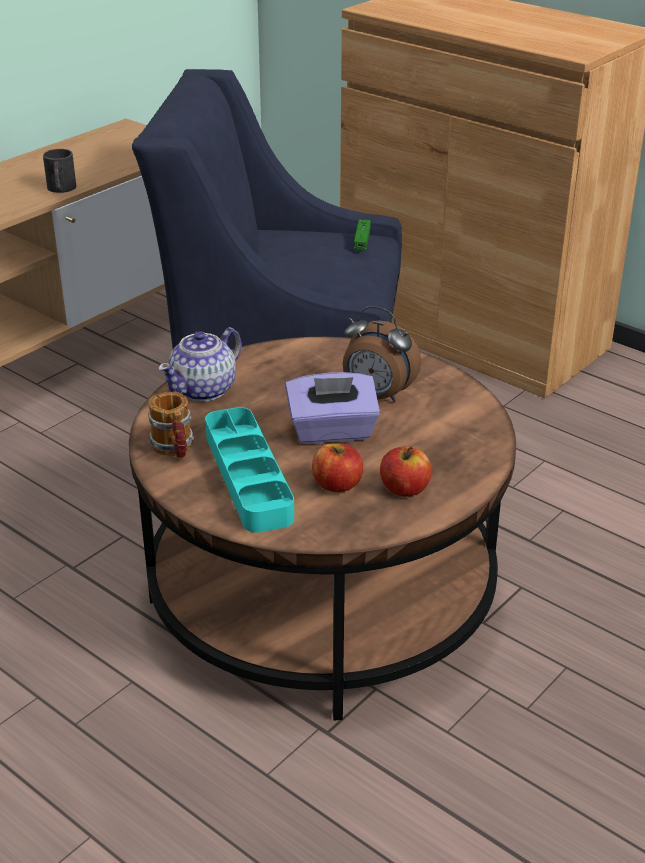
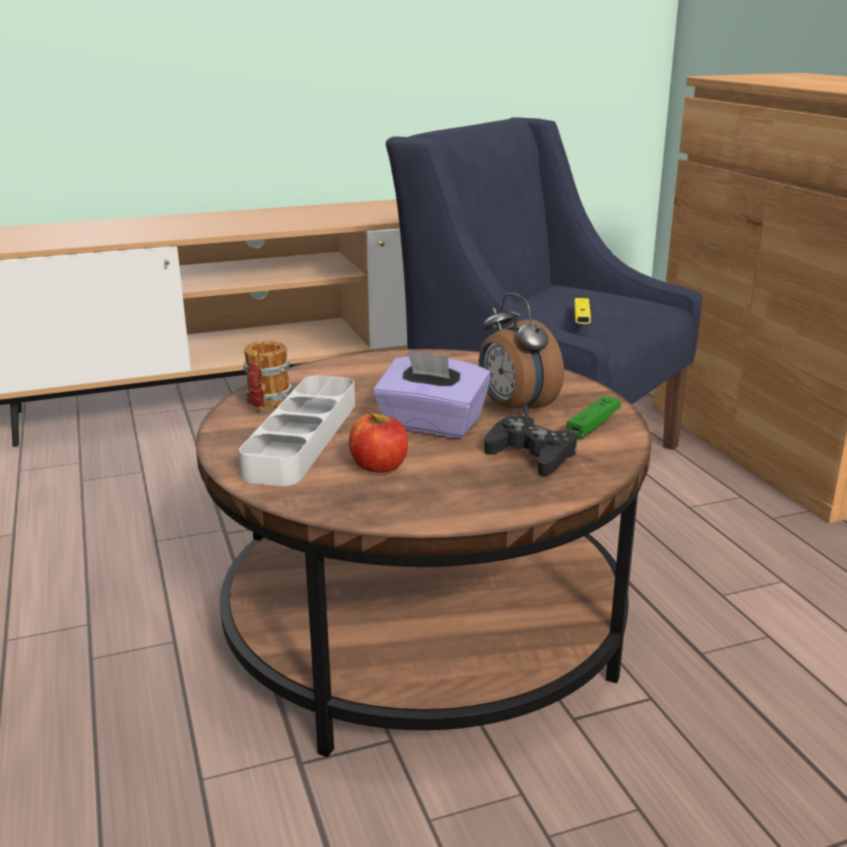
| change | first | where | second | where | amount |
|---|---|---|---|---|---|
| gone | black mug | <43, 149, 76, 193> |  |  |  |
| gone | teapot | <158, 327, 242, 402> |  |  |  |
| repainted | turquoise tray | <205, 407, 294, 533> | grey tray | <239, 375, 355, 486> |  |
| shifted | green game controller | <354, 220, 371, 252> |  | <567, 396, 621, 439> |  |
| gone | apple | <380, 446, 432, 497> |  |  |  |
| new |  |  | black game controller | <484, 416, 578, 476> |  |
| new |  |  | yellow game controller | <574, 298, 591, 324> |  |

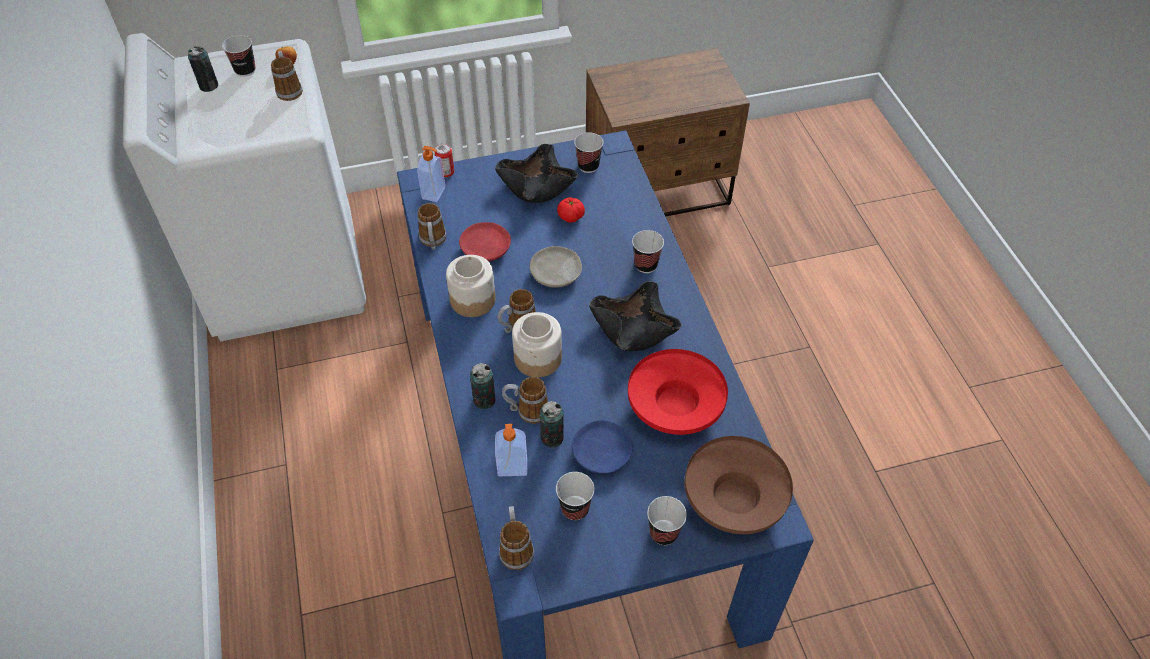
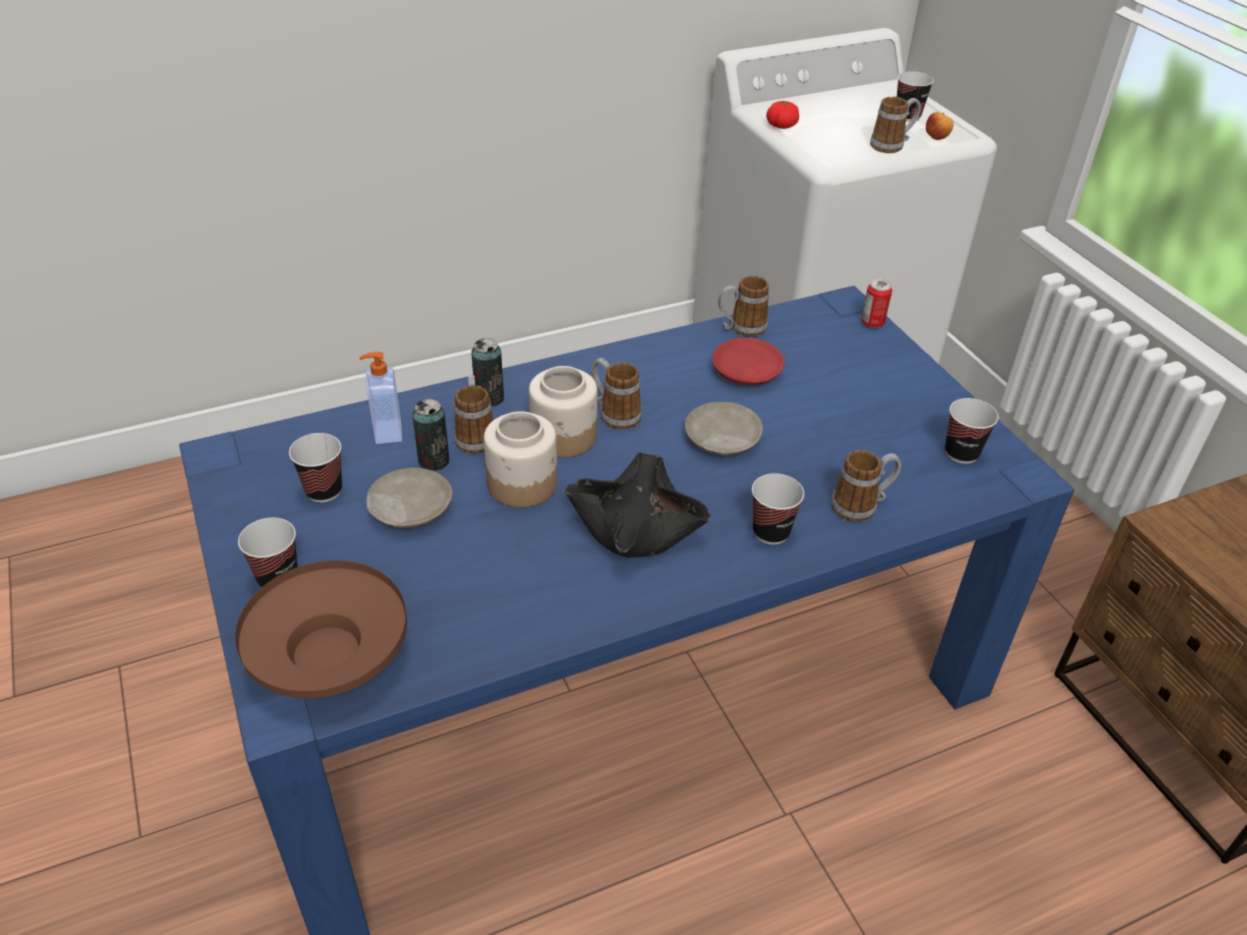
| change | first | where | second | where | amount |
|---|---|---|---|---|---|
| gone | can | <188, 46, 218, 92> |  |  |  |
| gone | soap dispenser | <417, 146, 445, 202> |  |  |  |
| shifted | jar | <446, 255, 496, 317> |  | <484, 411, 557, 508> |  |
| gone | black bowl | <495, 144, 578, 203> |  |  |  |
| shifted | mug | <499, 506, 534, 570> |  | <831, 450, 901, 522> |  |
| shifted | tomato | <557, 197, 585, 223> |  | <766, 101, 799, 129> |  |
| repainted | blue plate | <572, 420, 632, 474> | beige plate | <367, 468, 452, 528> |  |
| gone | red bowl | <628, 349, 728, 435> |  |  |  |

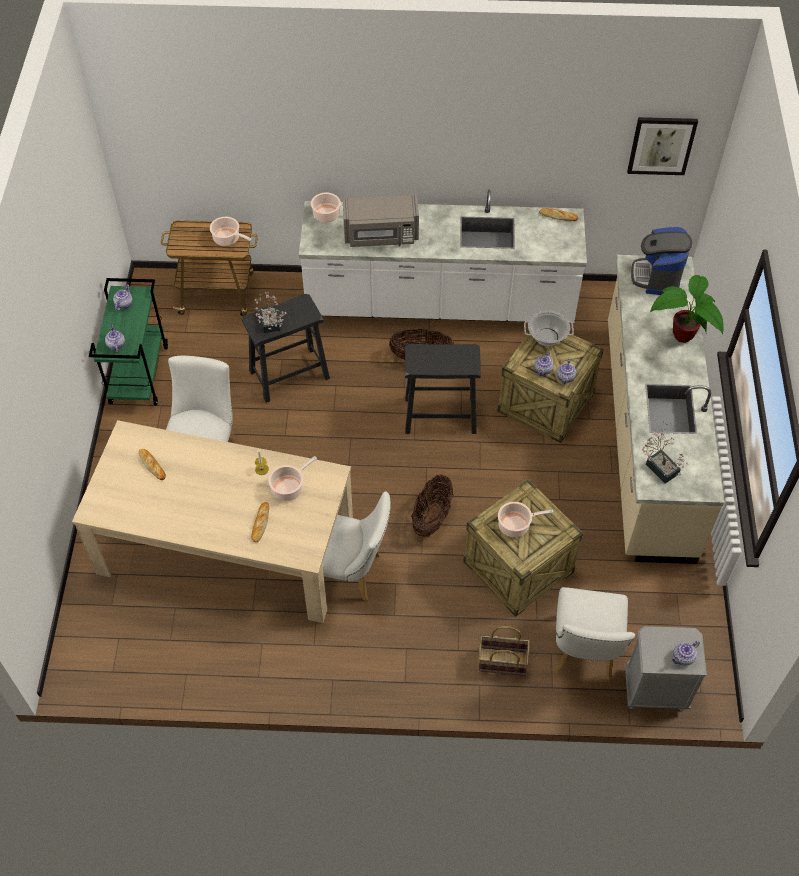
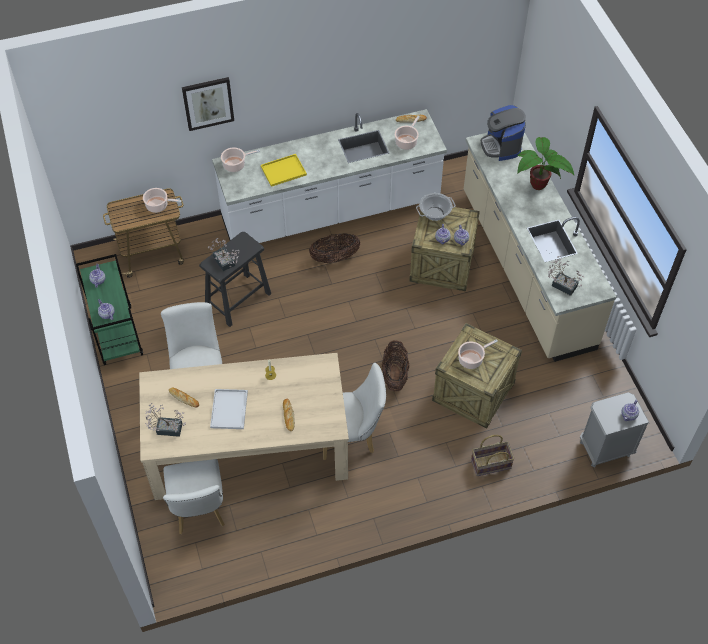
| change | first | where | second | where | amount |
|---|---|---|---|---|---|
| shifted | cooking pot | <268, 456, 317, 501> |  | <395, 116, 420, 150> |  |
| swapped | grey microwave | <343, 195, 419, 247> | yellow tray | <261, 154, 307, 187> |  |
| gone | black stool | <405, 344, 481, 434> |  |  |  |
| shifted | white chair | <554, 587, 635, 681> |  | <163, 459, 225, 534> |  |
| shifted | picture | <627, 117, 698, 175> |  | <182, 77, 234, 131> |  |
| new |  |  | potted plant | <145, 403, 186, 437> |  |
| new |  |  | white tray | <210, 389, 248, 429> |  |

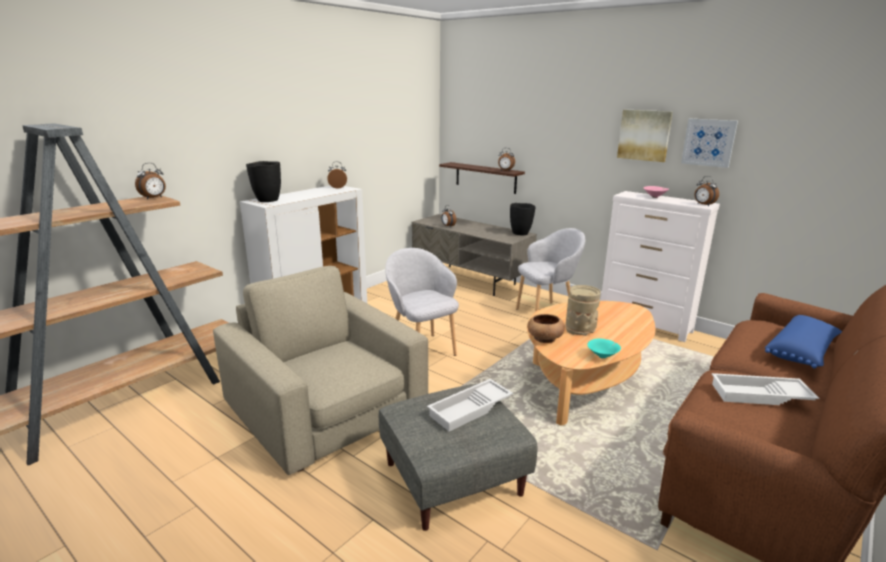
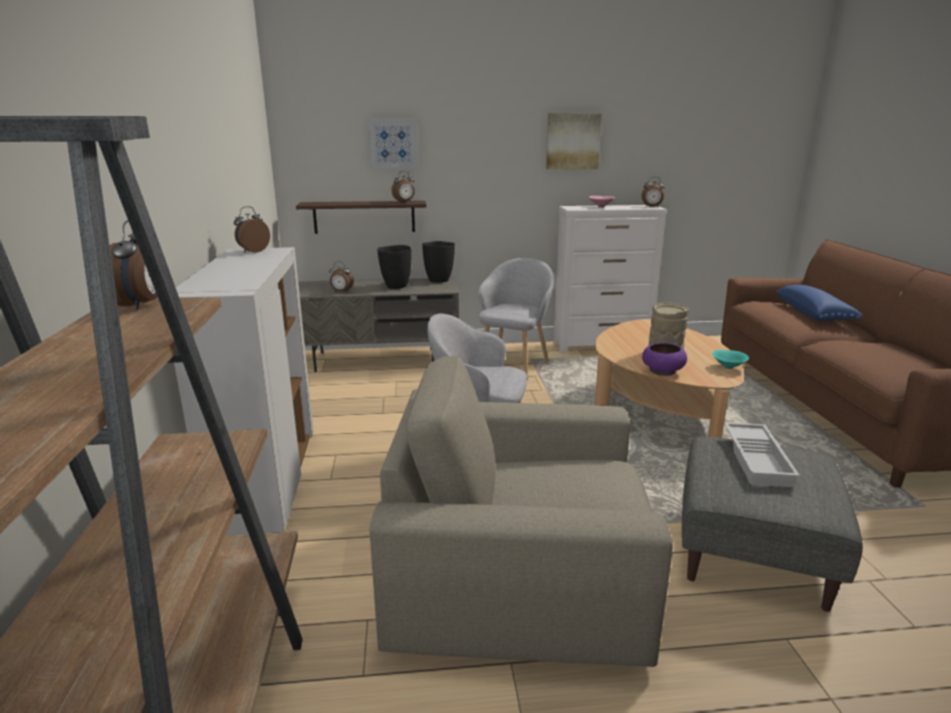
| change | first | where | second | where | amount |
|---|---|---|---|---|---|
| shifted | black vase | <246, 161, 281, 202> |  | <377, 245, 411, 289> |  |
| repainted | brown bowl | <527, 314, 565, 343> | purple bowl | <642, 343, 687, 376> |  |
| shifted | picture | <681, 118, 738, 168> |  | <368, 119, 418, 169> |  |
| gone | white tray | <712, 373, 819, 405> |  |  |  |

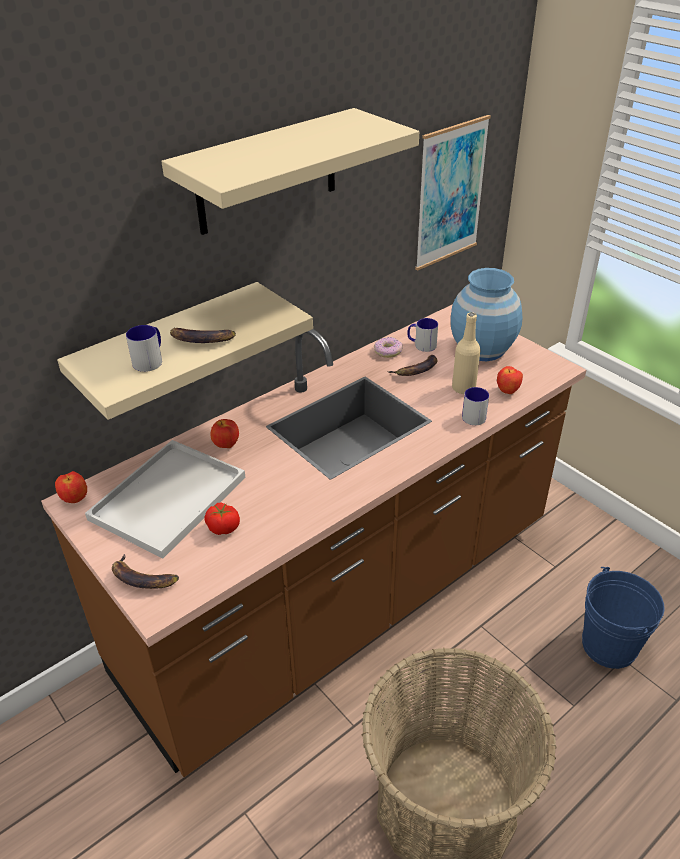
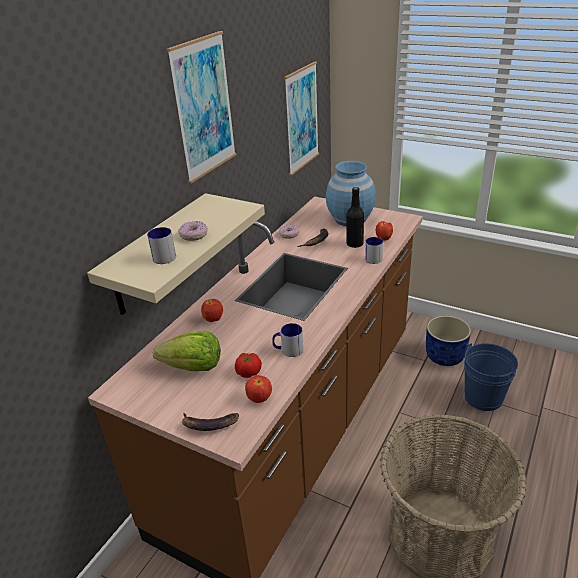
| change | first | where | second | where | amount |
|---|---|---|---|---|---|
| shifted | apple | <55, 471, 87, 503> |  | <245, 375, 272, 403> |  |
| swapped | white tray | <85, 440, 246, 559> | lettuce | <153, 331, 221, 371> |  |
| swapped | beige shelf | <161, 108, 419, 235> | picture | <167, 31, 236, 183> |  |
| swapped | banana | <170, 328, 236, 343> | donut | <178, 221, 208, 241> |  |
| shifted | mug | <407, 318, 438, 352> |  | <272, 323, 303, 357> |  |
| repainted | beige bottle | <452, 312, 480, 394> | black bottle | <346, 187, 364, 248> |  |
| new |  |  | blue planter | <426, 316, 471, 366> |  |

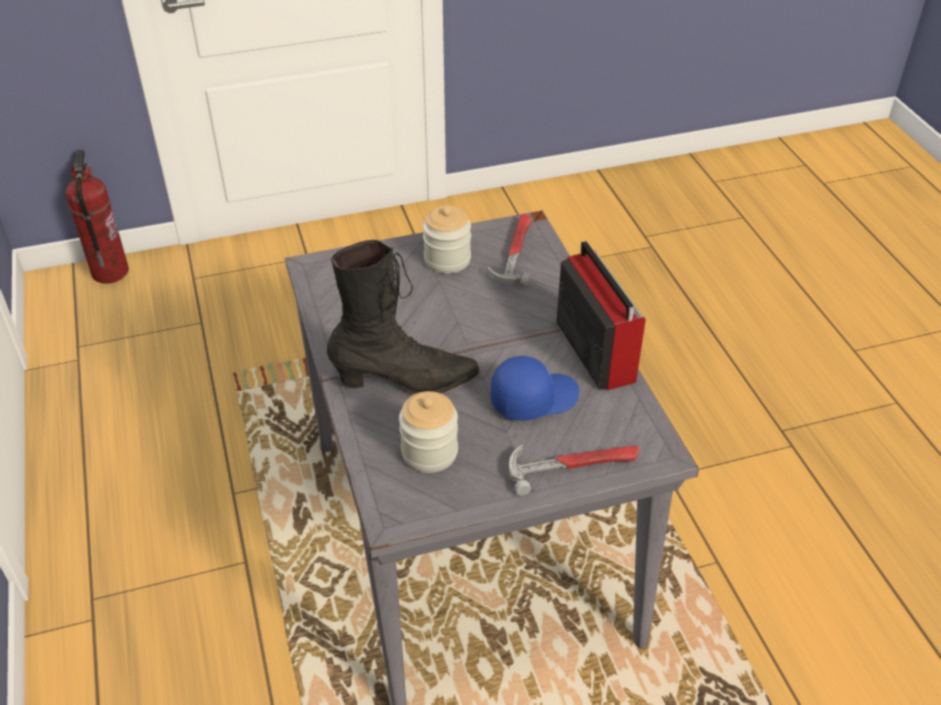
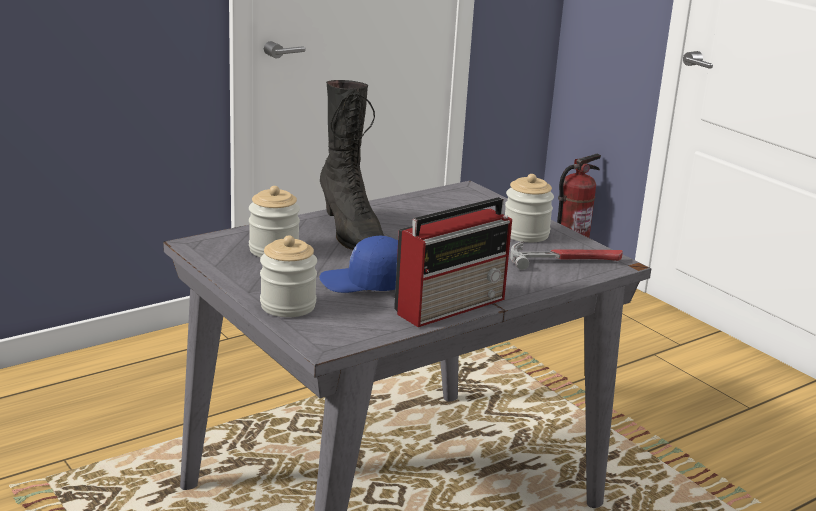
| change | first | where | second | where | amount |
|---|---|---|---|---|---|
| rotated | blue cap | <490, 356, 579, 421> |  | <319, 236, 398, 293> | 135 degrees clockwise |
| swapped | hammer | <509, 445, 639, 496> | jar | <260, 235, 317, 317> |  |

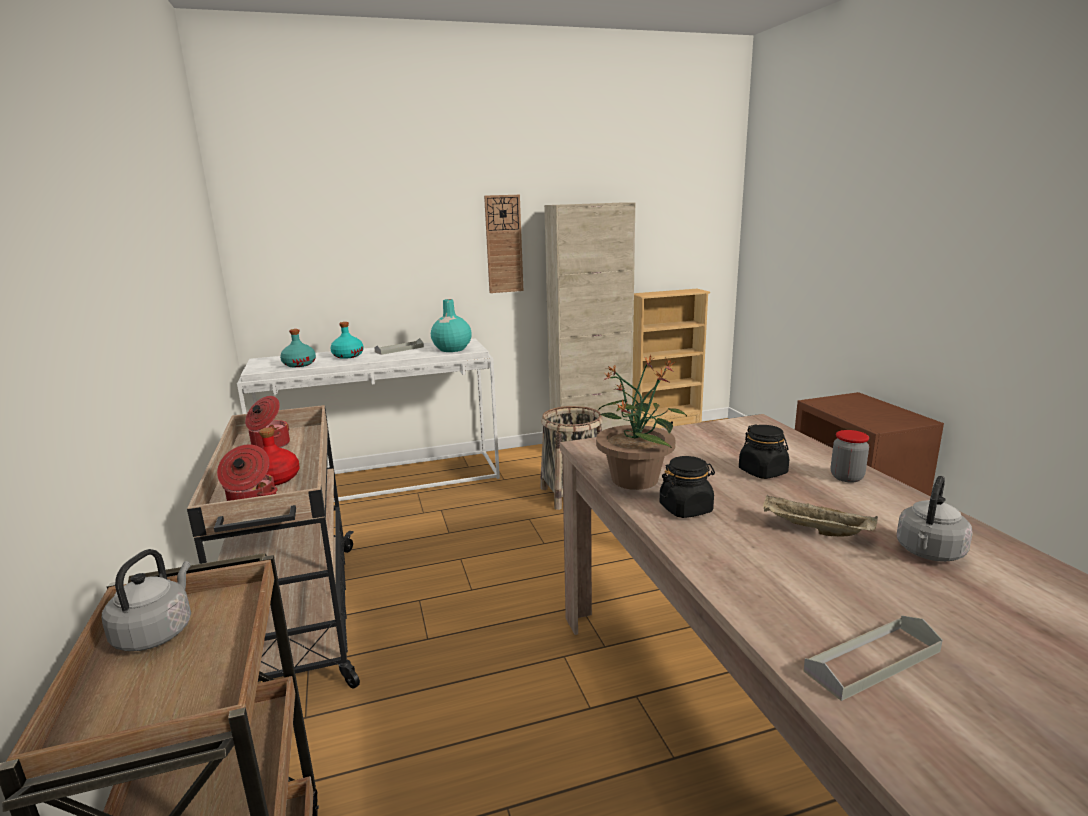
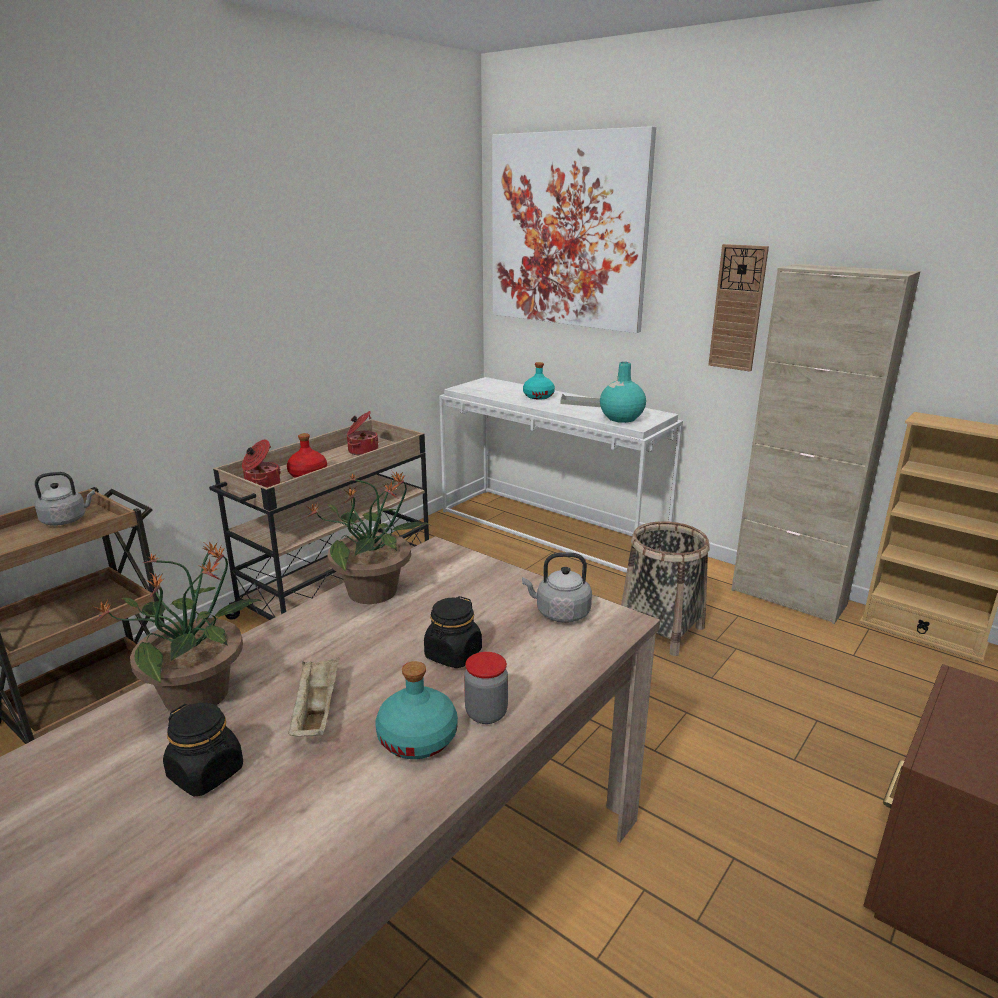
| change | first | where | second | where | amount |
|---|---|---|---|---|---|
| shifted | turquoise bottle | <280, 329, 316, 367> |  | <375, 661, 458, 759> |  |
| shifted | black jar | <660, 456, 715, 518> |  | <163, 703, 243, 797> |  |
| gone | grey tray | <803, 616, 943, 701> |  |  |  |
| shifted | grey kettle | <897, 476, 973, 562> |  | <522, 552, 592, 623> |  |
| new |  |  | potted plant | <93, 542, 261, 713> |  |
| new |  |  | picture | <492, 126, 656, 333> |  |

